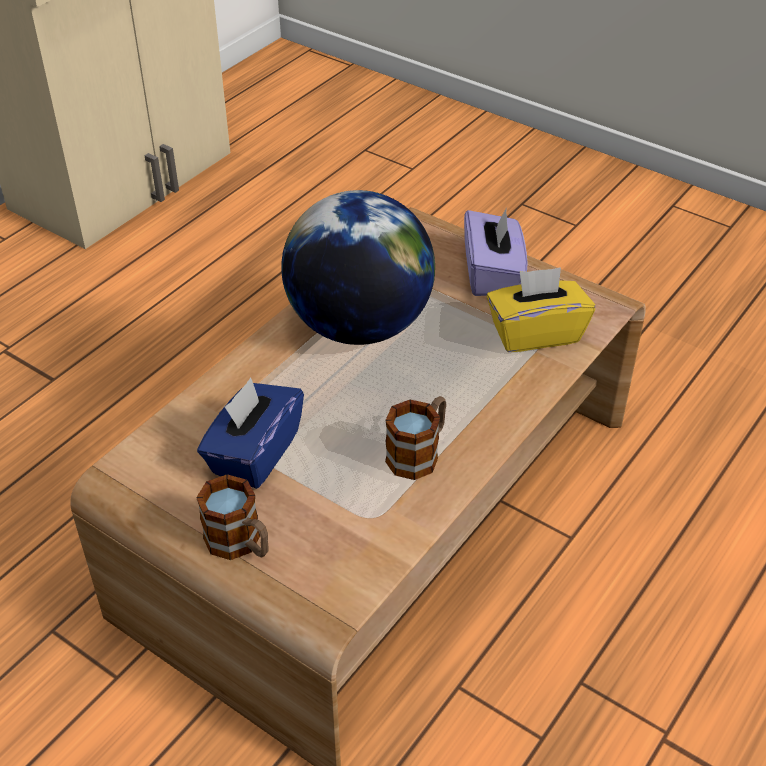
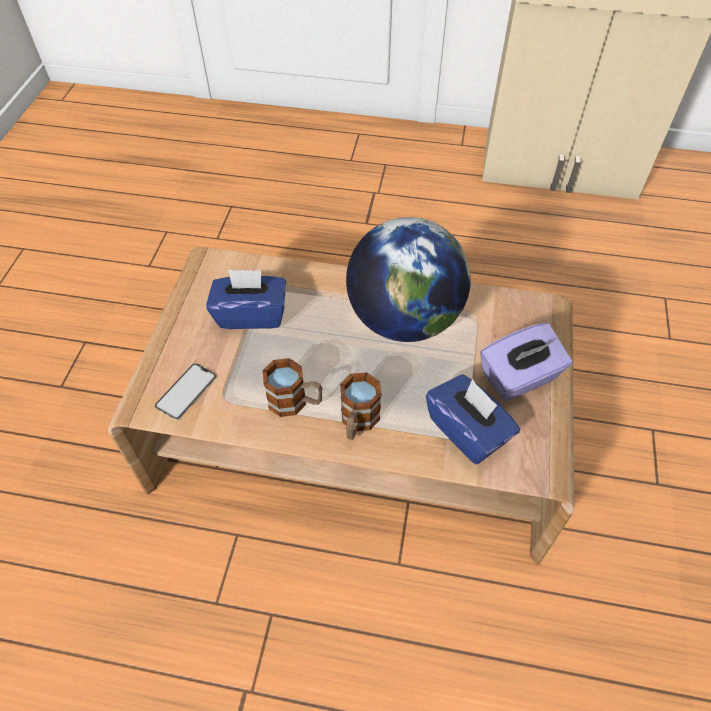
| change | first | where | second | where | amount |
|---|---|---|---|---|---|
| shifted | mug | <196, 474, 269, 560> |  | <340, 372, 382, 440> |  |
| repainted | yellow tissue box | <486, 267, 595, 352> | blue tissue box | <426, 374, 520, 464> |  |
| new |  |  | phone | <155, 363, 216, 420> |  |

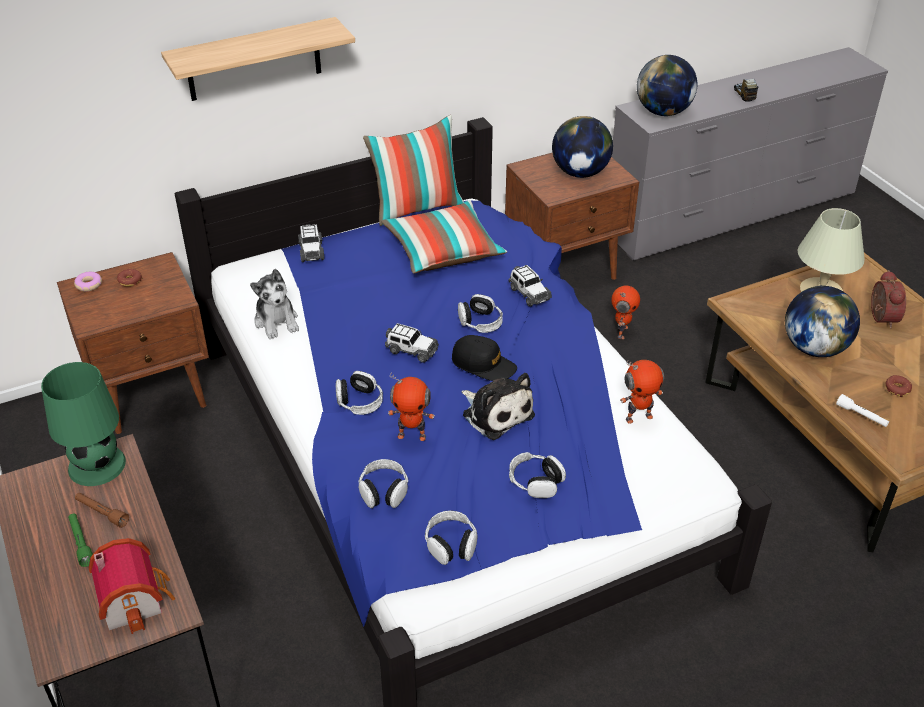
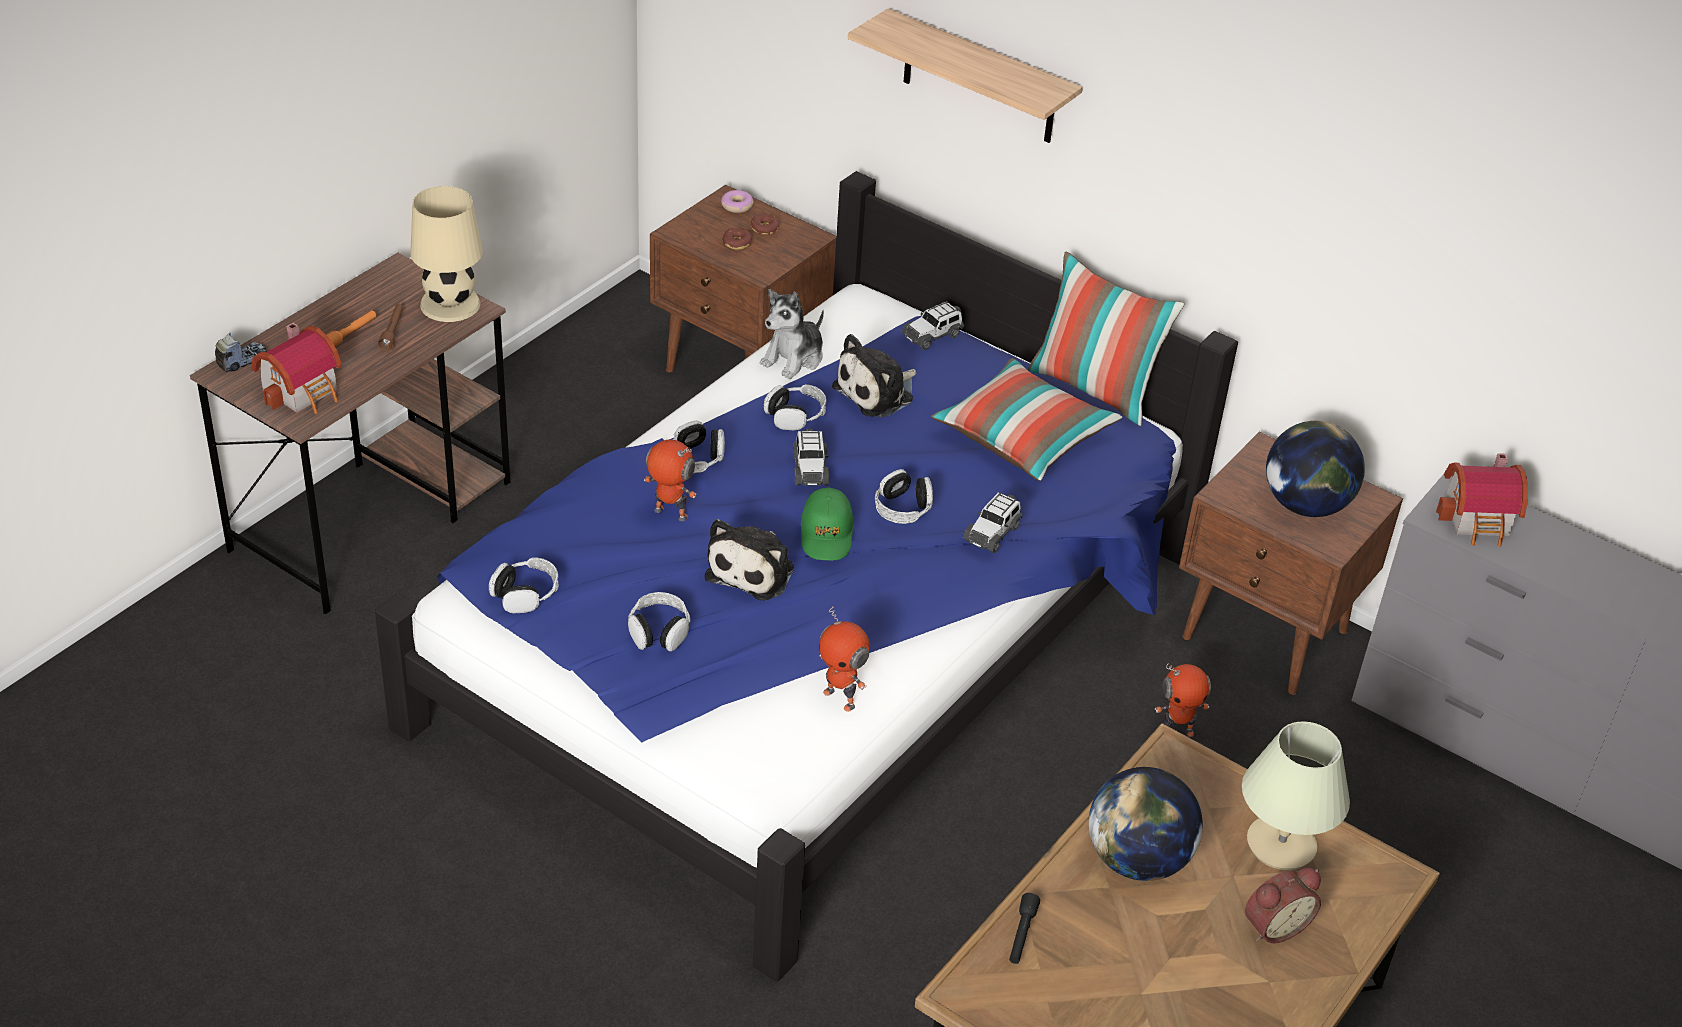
| change | first | where | second | where | amount |
|---|---|---|---|---|---|
| repainted | green table lamp | <41, 362, 126, 486> | beige table lamp | <410, 186, 483, 322> |  |
| repainted | green flashlight | <68, 514, 93, 567> | orange flashlight | <327, 310, 376, 347> |  |
| shifted | headphones | <358, 459, 408, 508> |  | <763, 384, 827, 430> |  |
| rotated | toy robot | <388, 372, 435, 441> |  | <644, 439, 697, 522> | 135 degrees clockwise |
| repainted | black cap | <452, 335, 517, 381> | green cap | <801, 487, 853, 560> |  |
| swapped | globe | <637, 55, 697, 116> | toy house | <1436, 453, 1528, 547> |  |
| shifted | toy truck | <734, 78, 758, 102> |  | <215, 333, 267, 372> |  |
| repainted | white flashlight | <836, 394, 889, 427> | black flashlight | <1009, 893, 1040, 964> |  |
| shifted | donut | <885, 375, 912, 397> |  | <722, 228, 752, 250> |  |
| new |  |  | plush toy | <832, 334, 916, 417> |  |

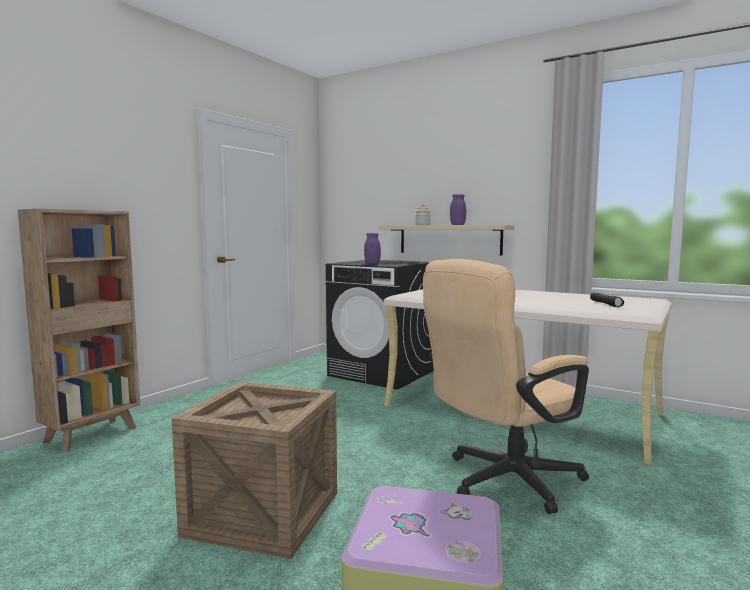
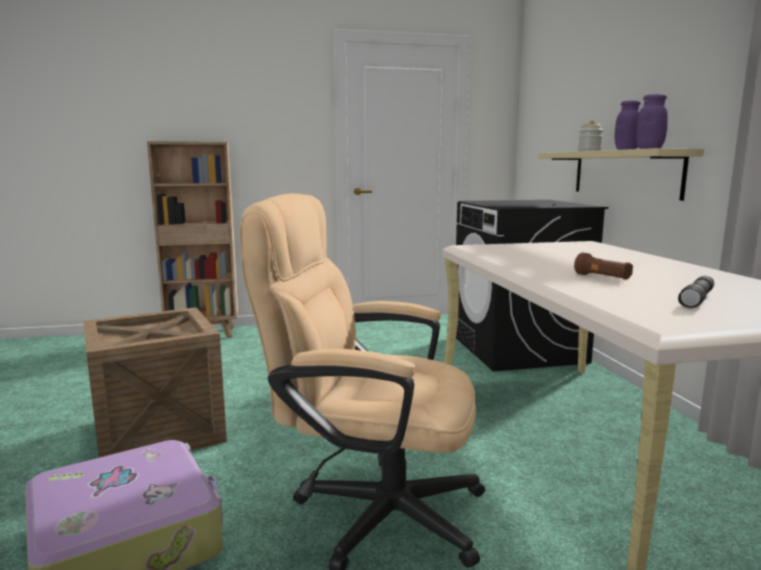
| change | first | where | second | where | amount |
|---|---|---|---|---|---|
| shifted | purple jar | <364, 233, 381, 264> |  | <636, 94, 668, 149> |  |
| new |  |  | brown flashlight | <574, 253, 633, 280> |  |

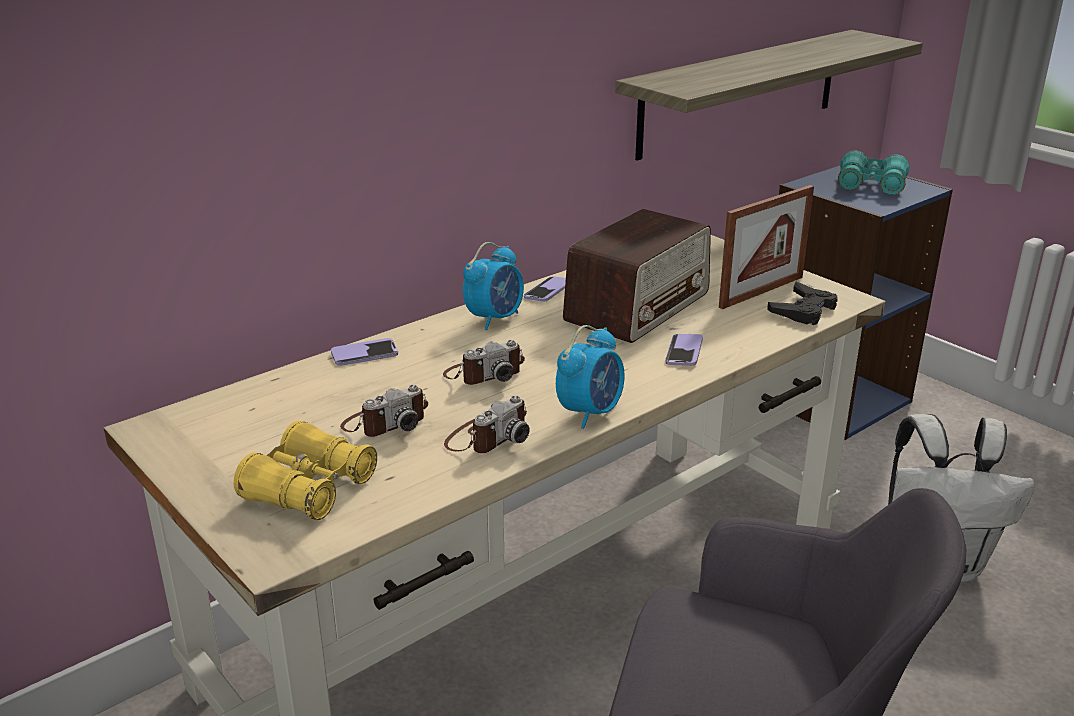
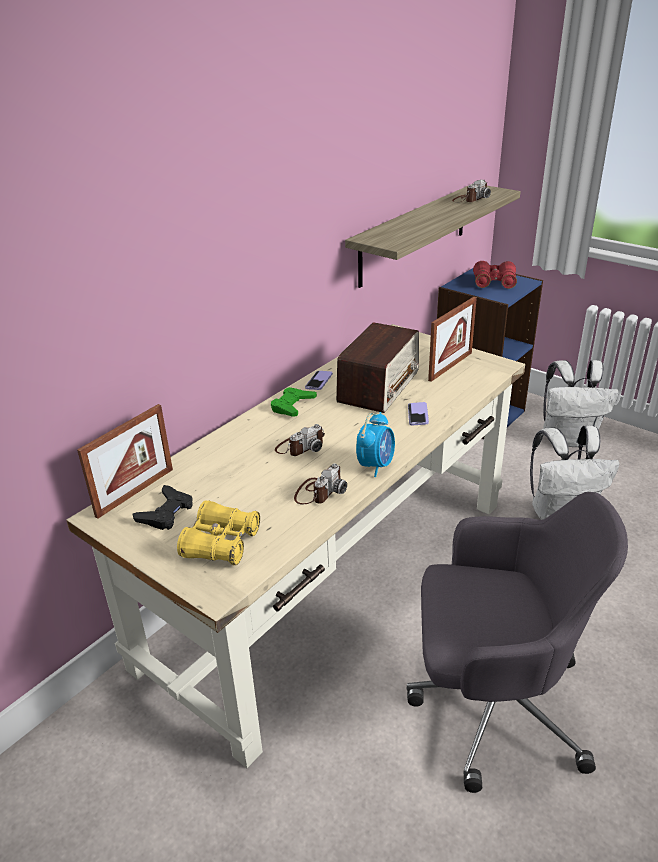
| change | first | where | second | where | amount |
|---|---|---|---|---|---|
| gone | phone | <331, 338, 398, 366> |  |  |  |
| shifted | photo camera | <340, 385, 428, 437> |  | <452, 179, 491, 202> |  |
| swapped | alarm clock | <463, 242, 524, 330> | green game controller | <271, 387, 317, 417> |  |
| shifted | black game controller | <767, 282, 838, 325> |  | <133, 485, 193, 530> |  |
| repainted | turquoise binoculars | <838, 151, 910, 195> | red binoculars | <473, 261, 517, 289> |  |
| new |  |  | picture frame | <77, 404, 173, 519> |  |
| new |  |  | white backpack | <543, 360, 619, 447> |  |

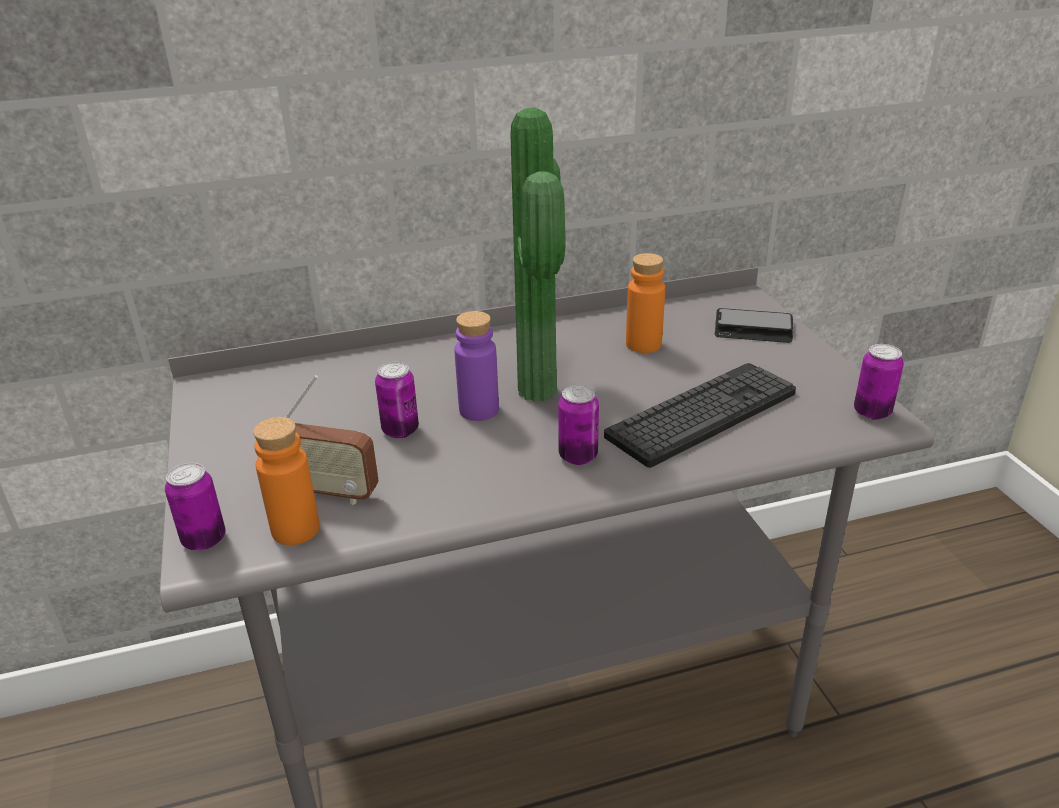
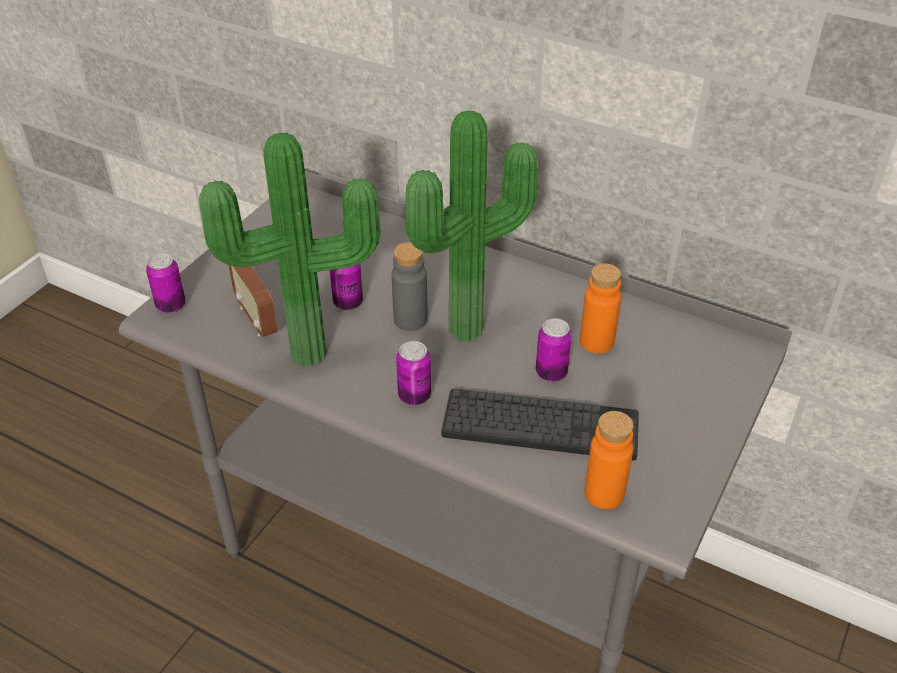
| change | first | where | second | where | amount |
|---|---|---|---|---|---|
| shifted | orange bottle | <253, 417, 320, 545> |  | <584, 411, 634, 509> |  |
| repainted | purple bottle | <454, 311, 499, 421> | grey bottle | <391, 242, 427, 331> |  |
| gone | phone | <715, 308, 793, 343> |  |  |  |
| shifted | can | <854, 344, 904, 420> |  | <536, 318, 572, 381> |  |
| new |  |  | potted plant | <199, 133, 381, 367> |  |

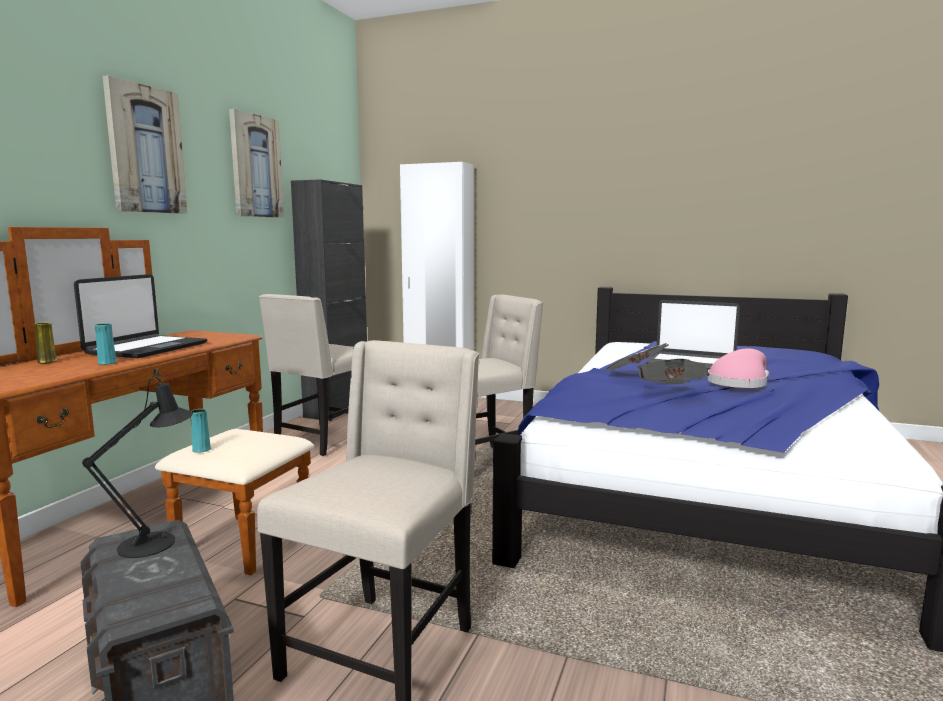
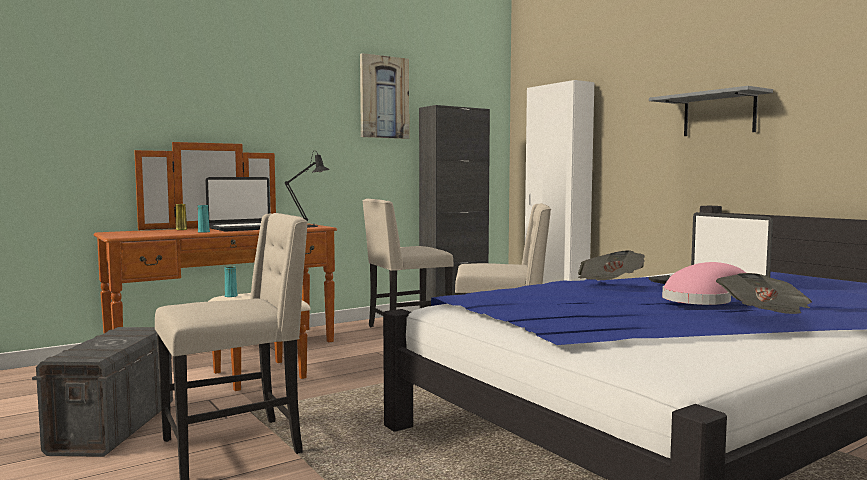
| change | first | where | second | where | amount |
|---|---|---|---|---|---|
| shifted | black table lamp | <82, 376, 193, 558> |  | <285, 150, 330, 227> |  |
| gone | picture | <103, 75, 187, 214> |  |  |  |
| shifted | newspaper | <637, 359, 709, 384> |  | <716, 273, 811, 314> |  |
| new |  |  | grey shelf | <649, 86, 773, 136> |  |

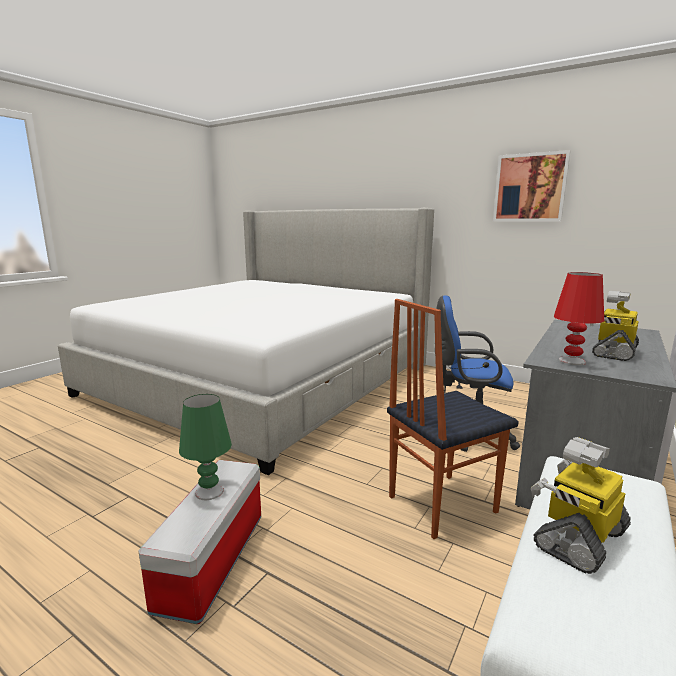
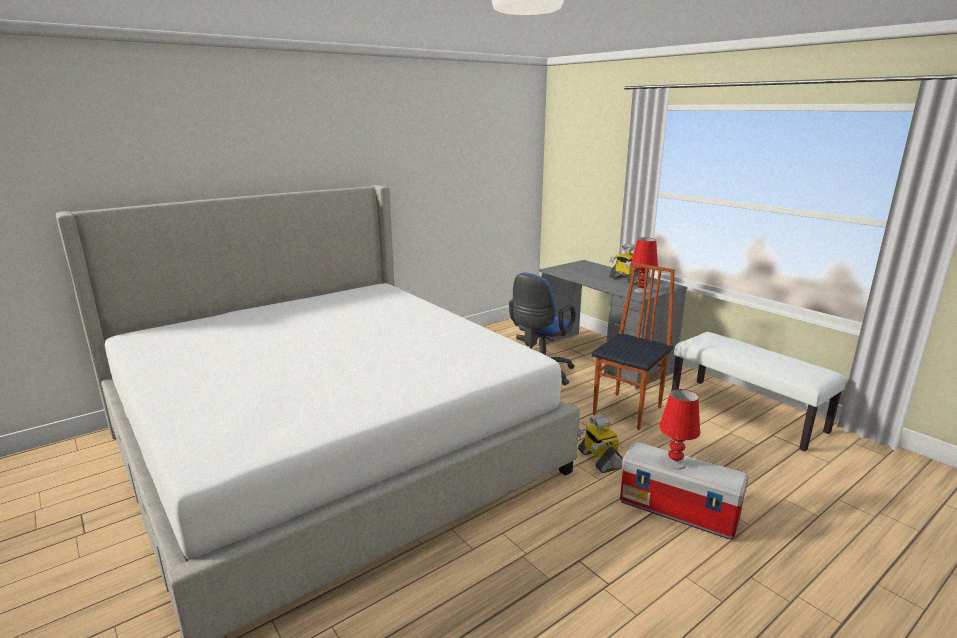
| change | first | where | second | where | amount |
|---|---|---|---|---|---|
| repainted | green table lamp | <179, 394, 232, 500> | red table lamp | <659, 389, 700, 470> |  |
| rotated | chair | <387, 299, 519, 539> |  | <592, 263, 675, 430> | 135 degrees counterclockwise |
| gone | picture | <493, 150, 571, 222> |  |  |  |
| shifted | toy robot | <531, 437, 631, 574> |  | <578, 415, 623, 473> |  |

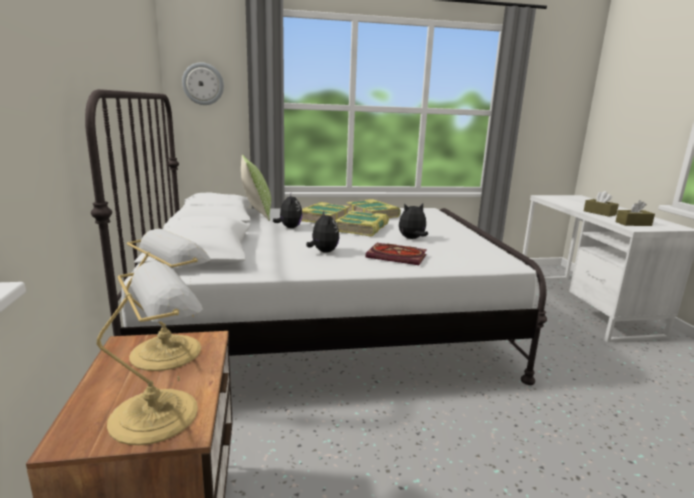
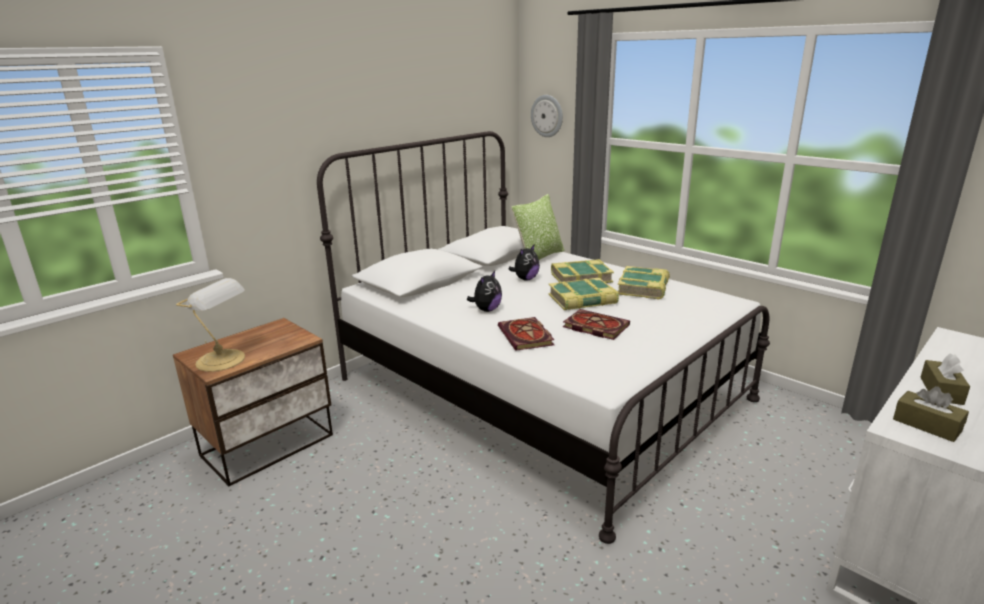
| change | first | where | second | where | amount |
|---|---|---|---|---|---|
| gone | table lamp | <126, 229, 210, 371> |  |  |  |
| swapped | plush toy | <399, 203, 428, 239> | book | <563, 309, 630, 340> |  |

